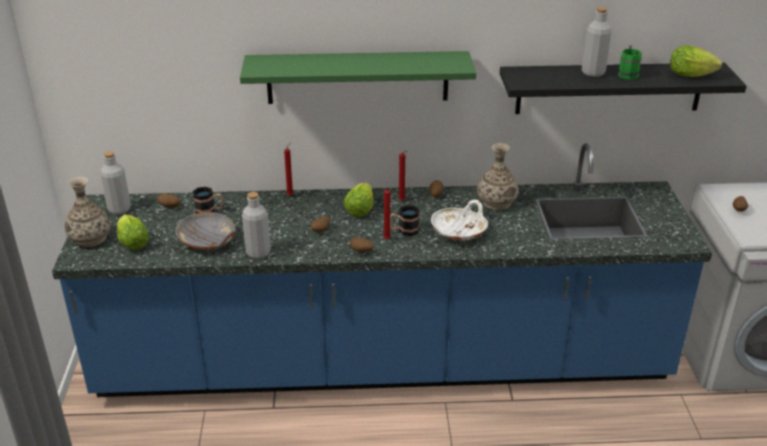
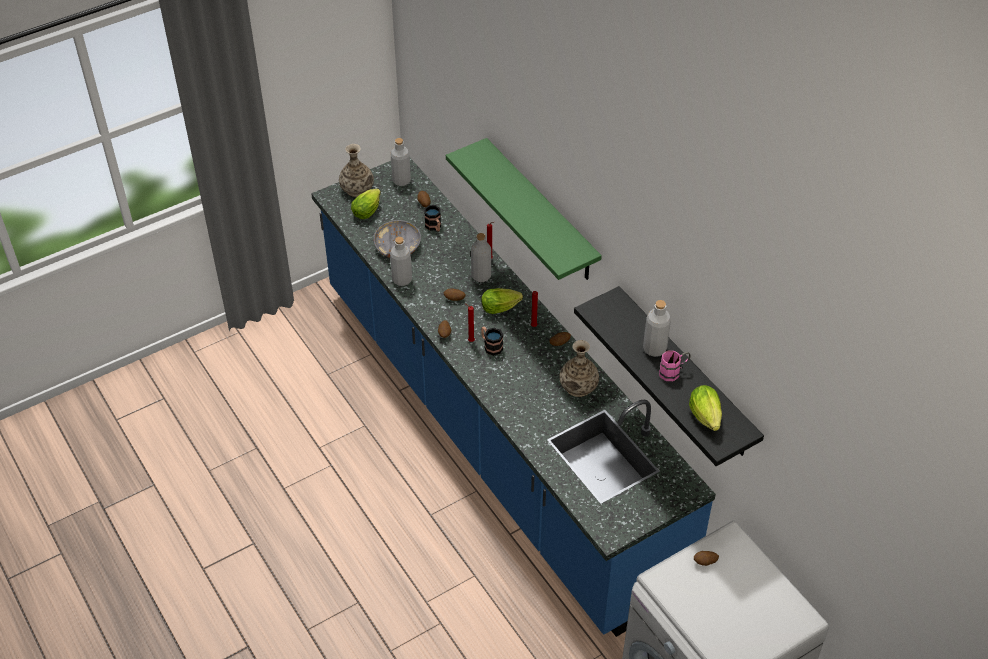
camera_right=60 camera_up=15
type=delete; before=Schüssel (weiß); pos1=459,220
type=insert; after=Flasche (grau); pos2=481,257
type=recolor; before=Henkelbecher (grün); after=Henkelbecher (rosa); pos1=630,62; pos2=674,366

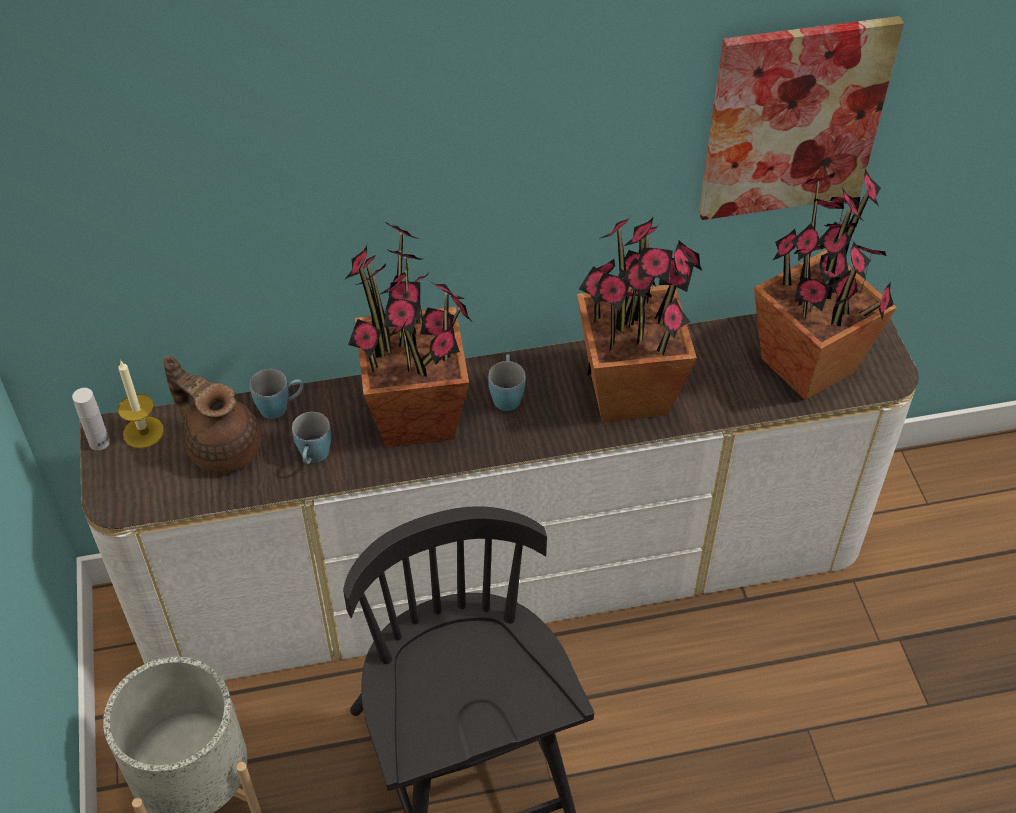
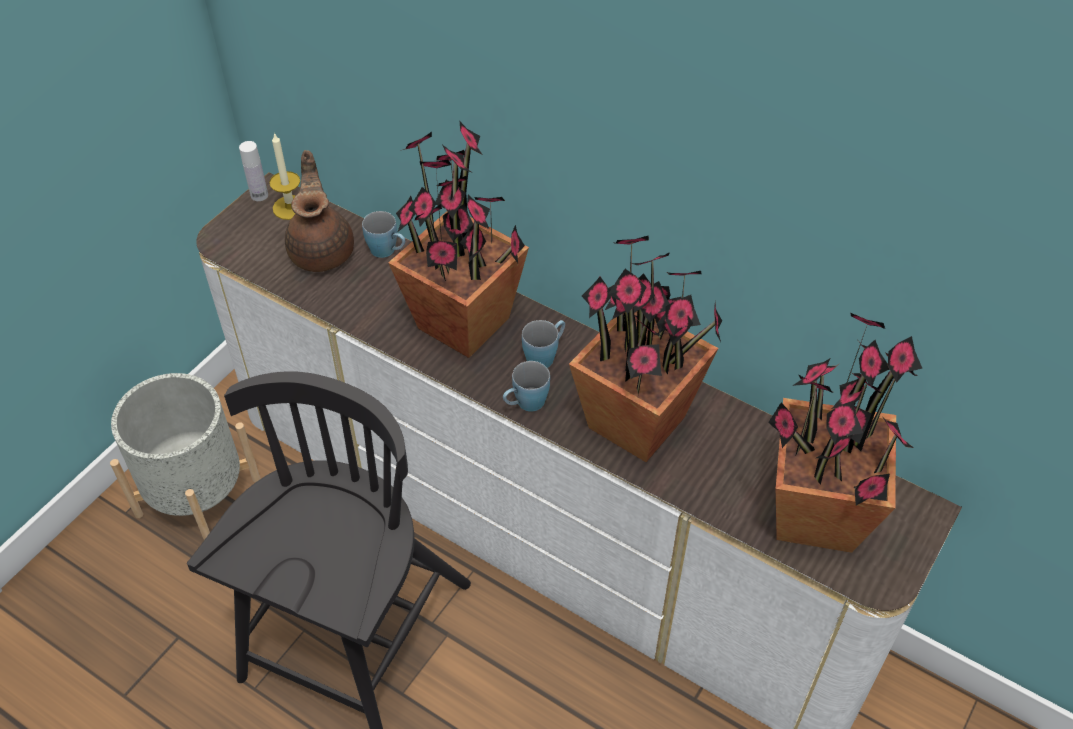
camera_right=45 camera_up=0
type=delete; before=Bild; pos1=801,118
type=move; before=Henkelbecher (blau); pos1=311,438; pos2=526,386

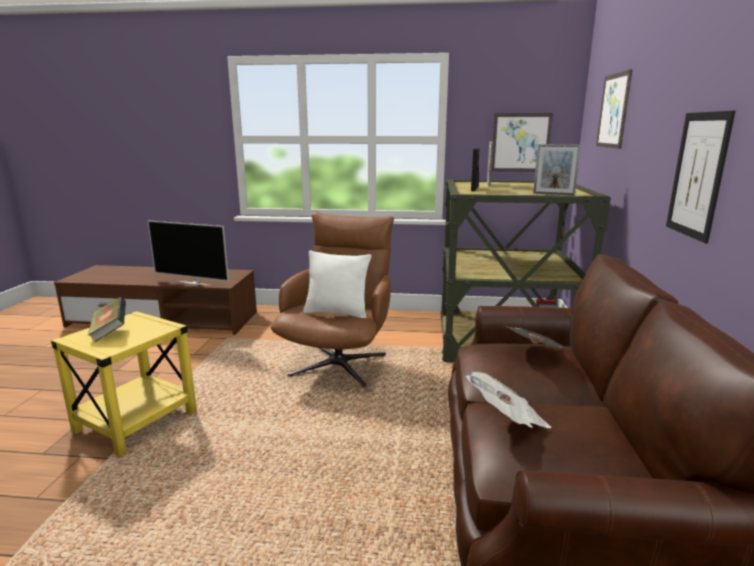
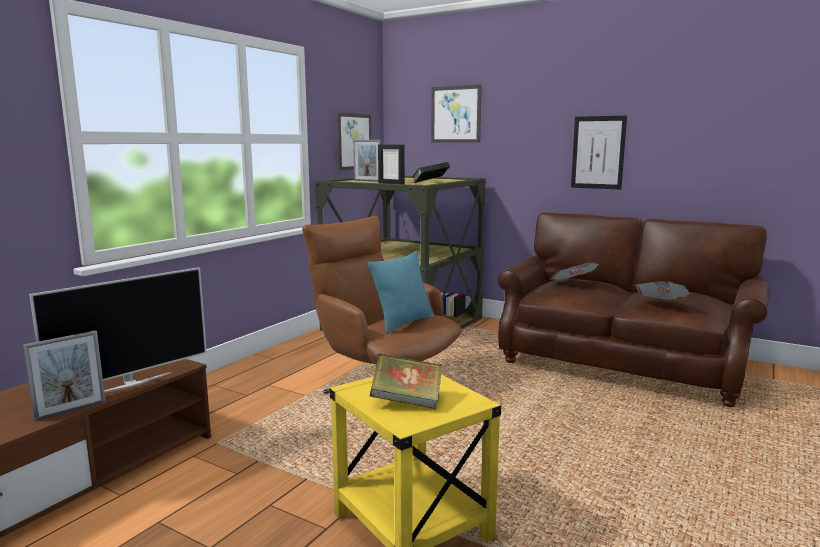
camera_right=-65 camera_up=-5
type=insert; after=Buch; pos2=431,172
type=move; before=Bilderrahmen; pos1=557,169; pos2=64,375
type=recolor; before=Kissen (weiß); after=Kissen (türkis); pos1=337,284; pos2=401,292

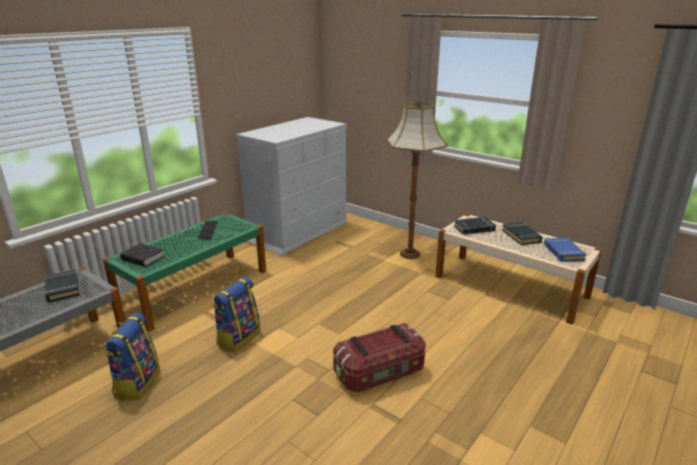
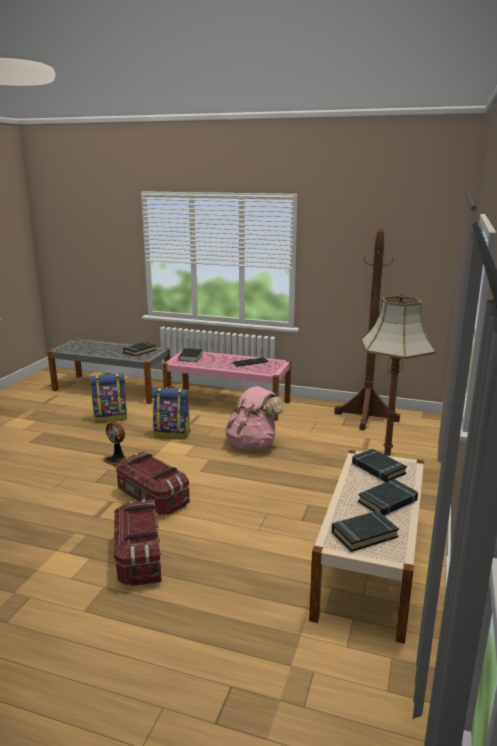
camera_right=70 camera_up=-5
type=insert; after=Ventilator; pos2=114,444
type=insert; after=Aufbewahrungsbox; pos2=137,542
type=insert; after=Rucksack (rosa); pos2=255,418
type=replace; before=Kommode (weiß); after=Kleiderständer (braun); pos1=292,187; pos2=367,330
type=recolor; before=Bank (grün); after=Bank (rosa); pos1=184,272; pos2=227,385
type=recolor; before=Buch (blau); after=Buch (schwarz); pos1=565,250; pos2=365,531

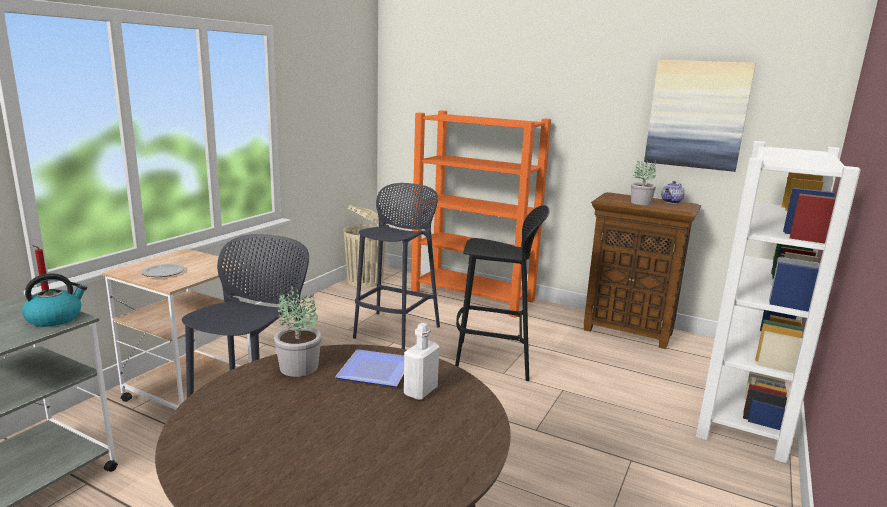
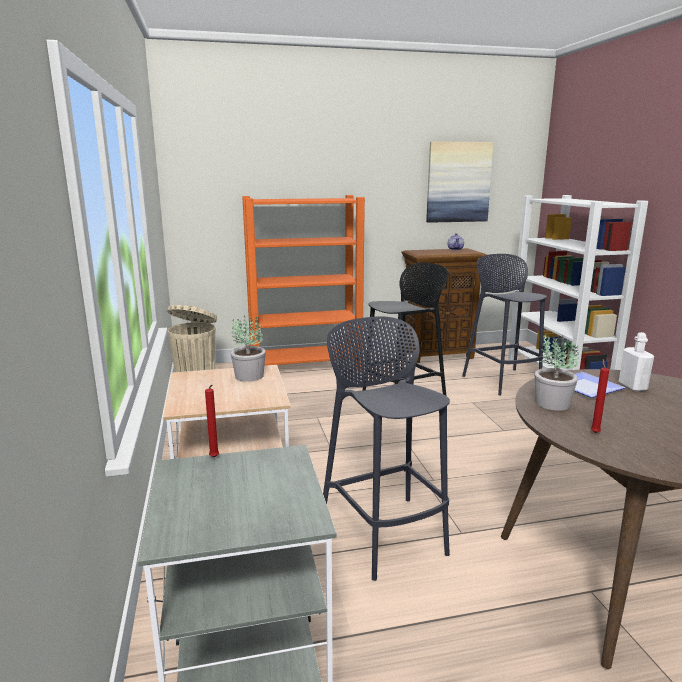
camera_right=-40 camera_up=0
type=delete; before=Wasserkessel; pos1=54,300
type=delete; before=Teller; pos1=163,270
type=insert; after=Kerze (rot); pos2=600,396
type=move; before=Hocker (grau); pos1=396,266; pos2=504,324
type=move; before=Topfpflanze; pos1=643,183; pos2=248,348

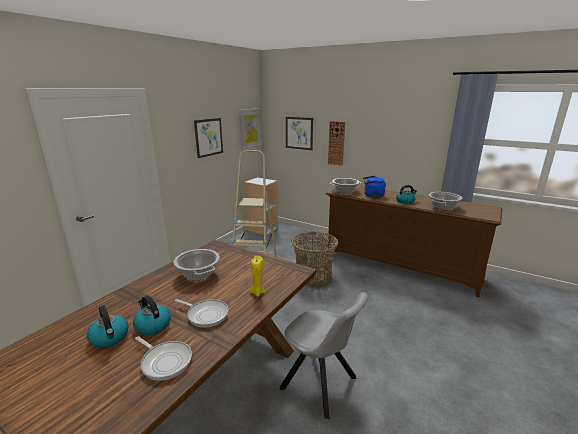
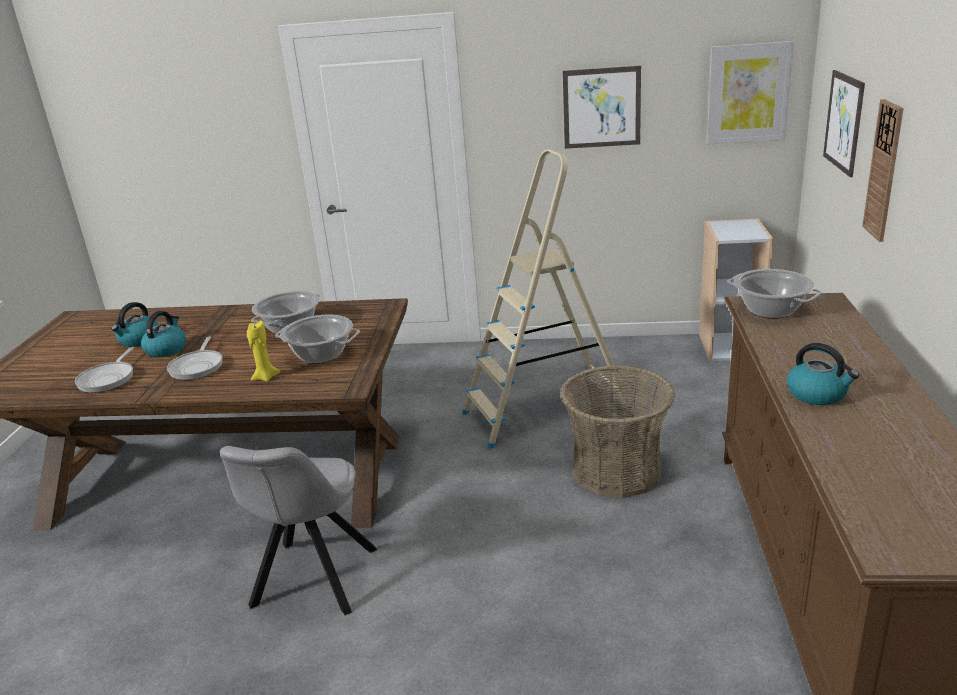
camera_right=65 camera_up=5
type=delete; before=Wasserkessel (blau); pos1=374,187
type=move; before=Kochtopf; pos1=446,201; pos2=317,339

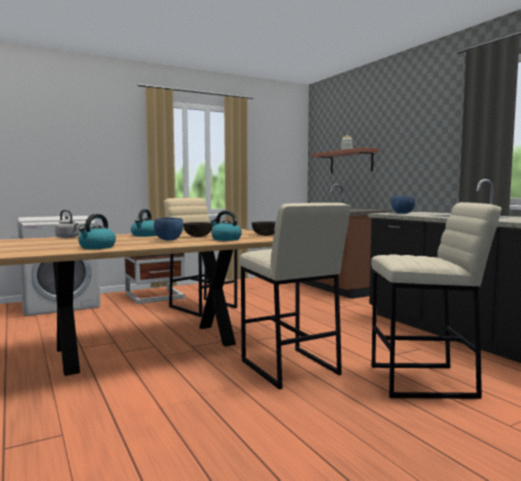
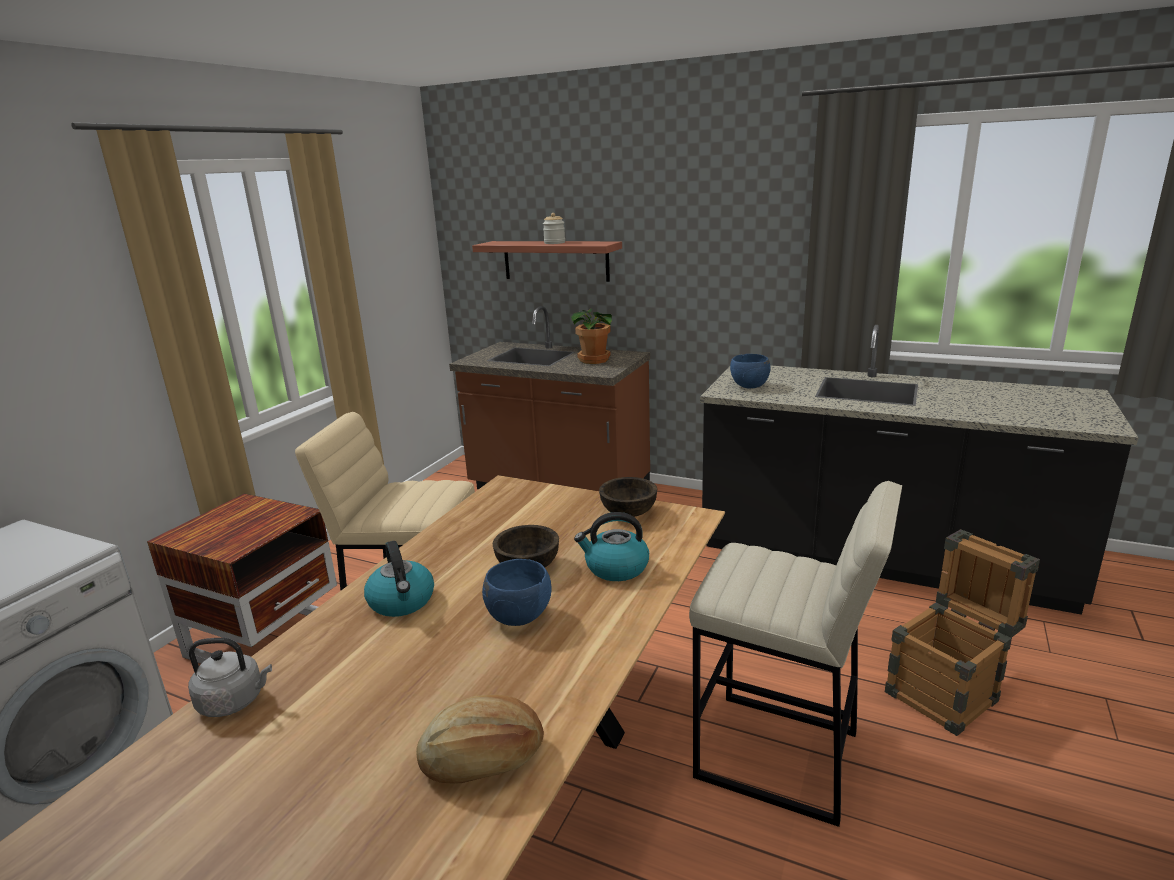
camera_right=-35 camera_up=15
type=insert; after=Topfpflanze; pos2=591,336
type=replace; before=Wasserkessel; after=Brot; pos1=97,231; pos2=480,739
type=replace; before=Hocker (beige); after=Kiste; pos1=436,300; pos2=962,632

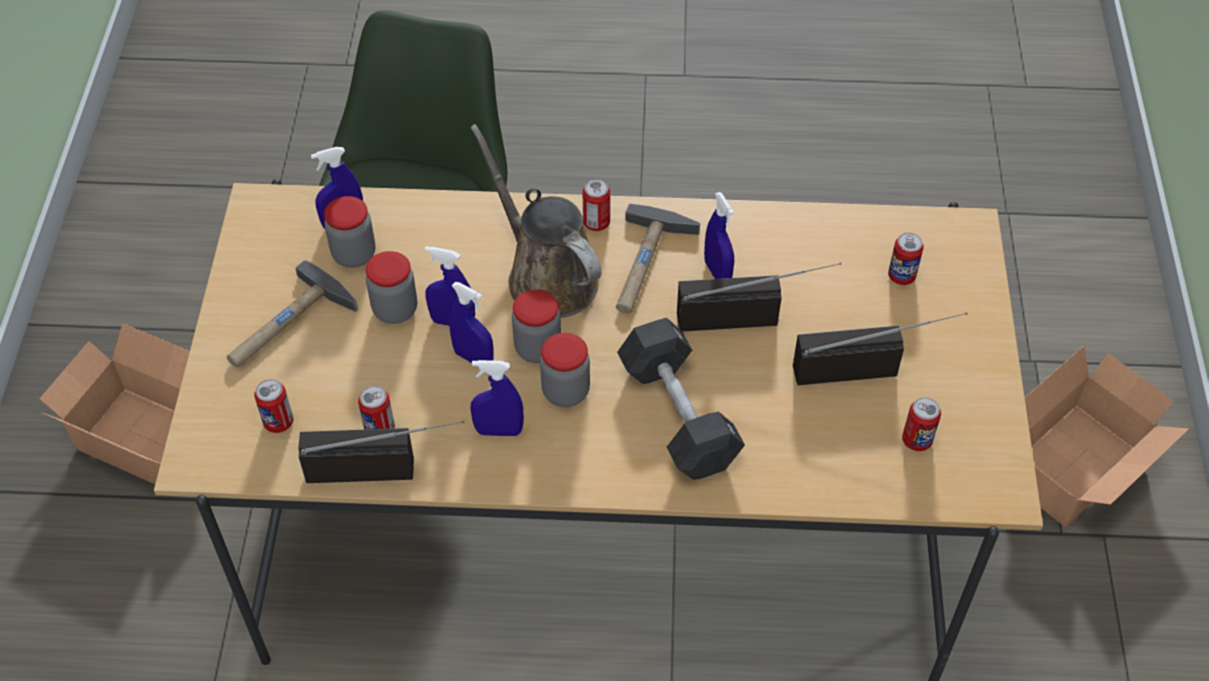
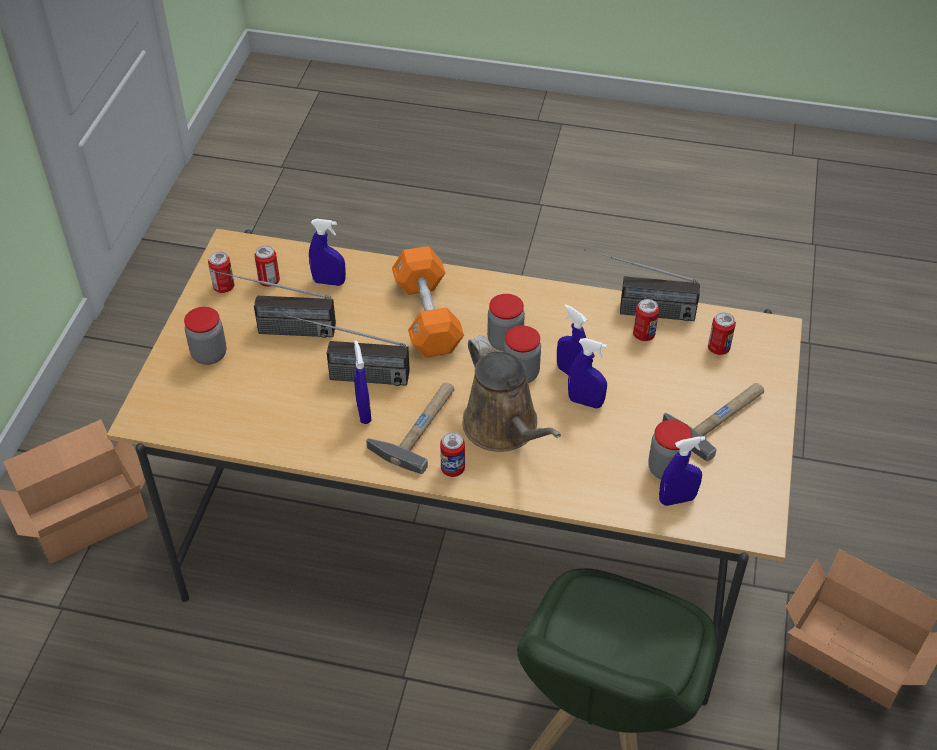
camera_right=-170 camera_up=-5
type=move; before=Vorratsglas; pos1=391,287; pos2=205,336
type=move; before=Sprühflasche (blau); pos1=497,398; pos2=327,252
type=move; before=Dose; pos1=906,259; pos2=221,272
type=recolor; before=Hantel (schwarz); after=Hantel (orange); pos1=681,399; pos2=428,302

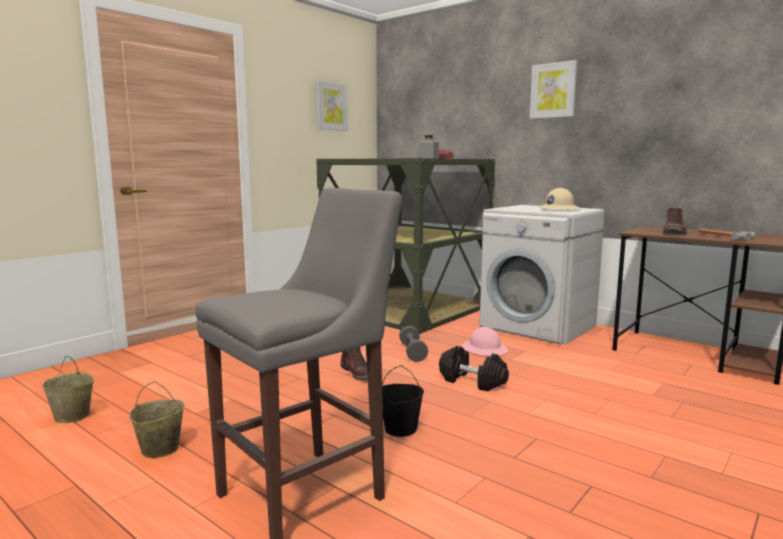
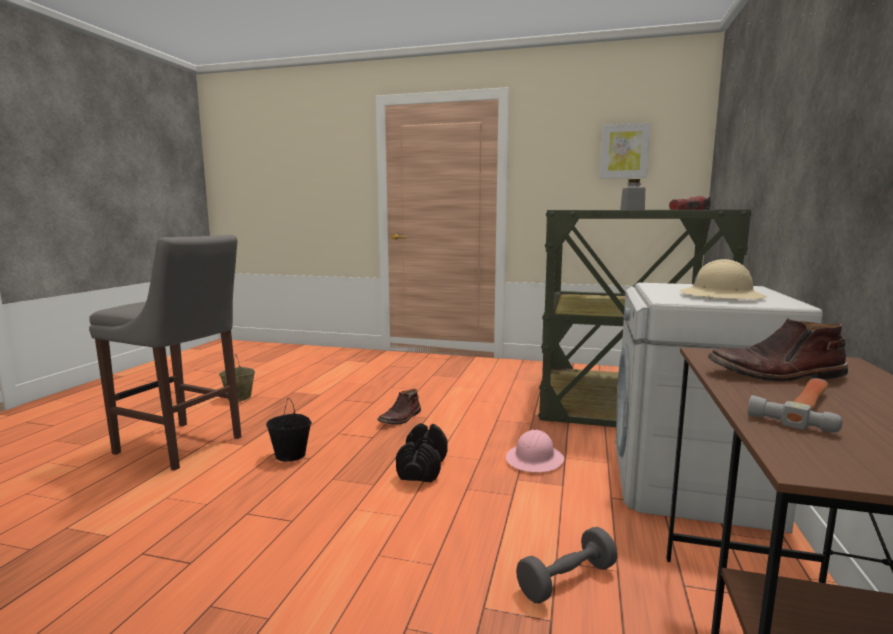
camera_right=65 camera_up=0
type=delete; before=Eimer (beige); pos1=68,389
type=delete; before=Bild; pos1=553,89
type=move; before=Hantel (grau); pos1=413,344; pos2=566,565

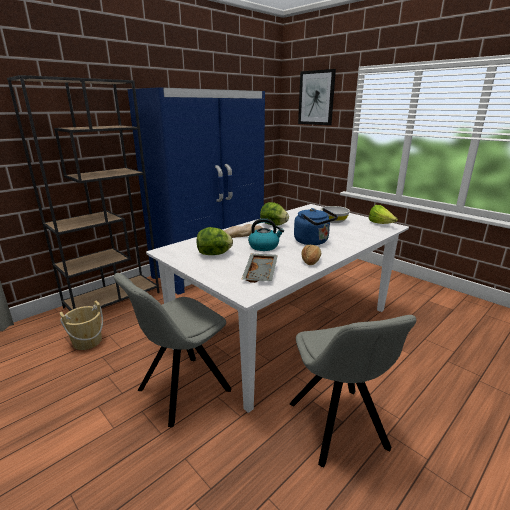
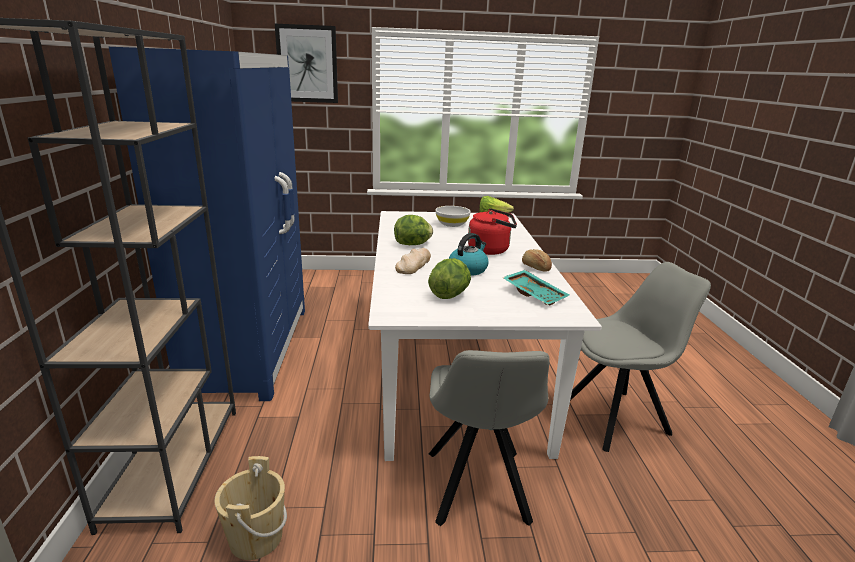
camera_right=-50 camera_up=0
type=recolor; before=Tablett (grau); after=Tablett (türkis); pos1=260,268; pos2=535,288
type=recolor; before=Wasserkessel (blau); after=Wasserkessel (rot); pos1=316,226; pos2=492,231
type=rotate; before=Stuhl (grau); pos1=353,391; pos2=640,357; turn=-45

